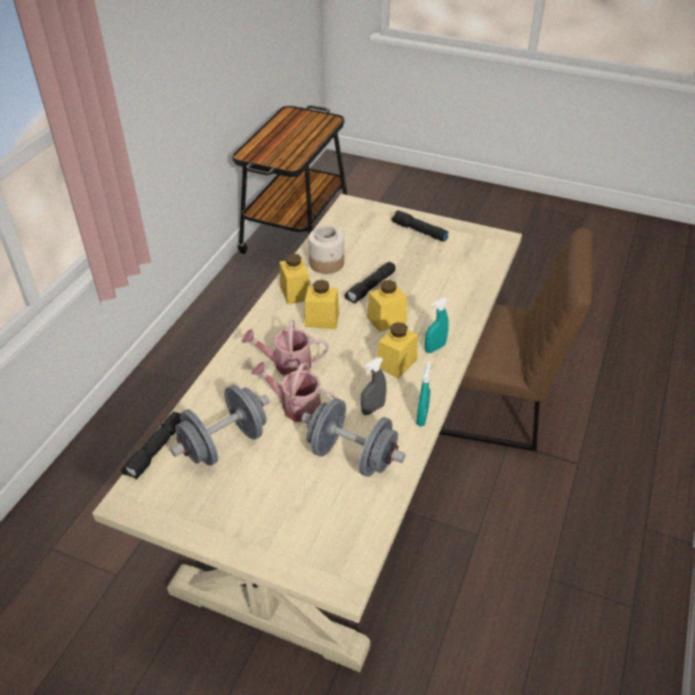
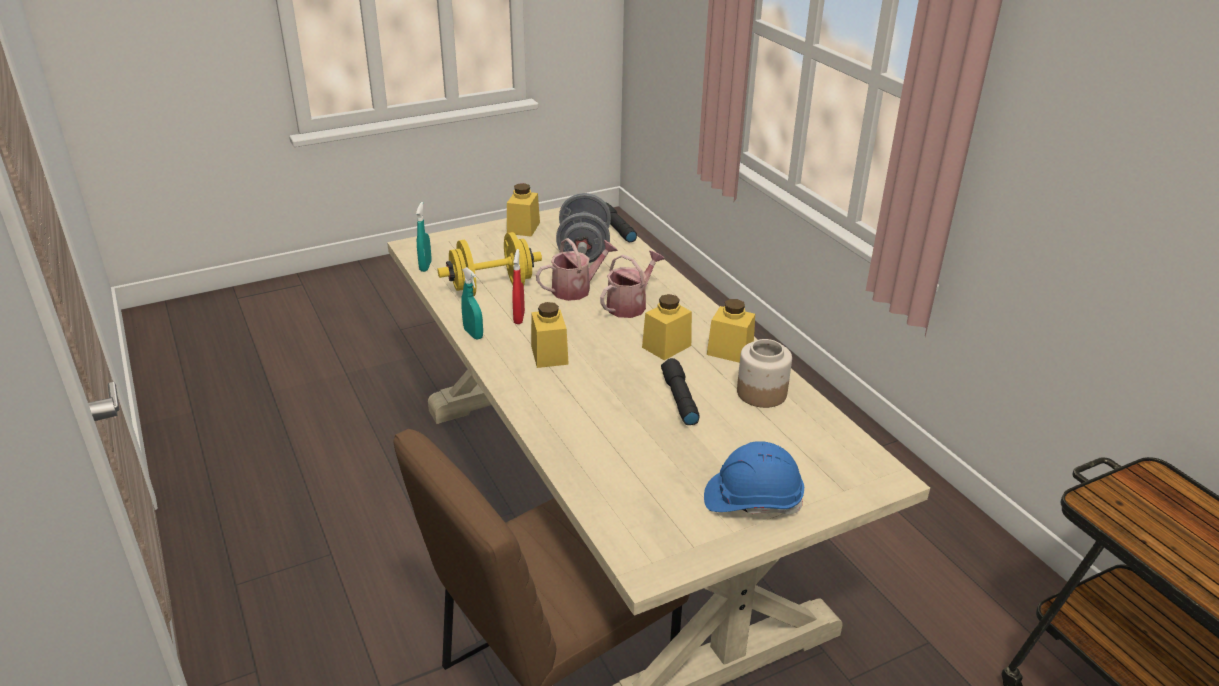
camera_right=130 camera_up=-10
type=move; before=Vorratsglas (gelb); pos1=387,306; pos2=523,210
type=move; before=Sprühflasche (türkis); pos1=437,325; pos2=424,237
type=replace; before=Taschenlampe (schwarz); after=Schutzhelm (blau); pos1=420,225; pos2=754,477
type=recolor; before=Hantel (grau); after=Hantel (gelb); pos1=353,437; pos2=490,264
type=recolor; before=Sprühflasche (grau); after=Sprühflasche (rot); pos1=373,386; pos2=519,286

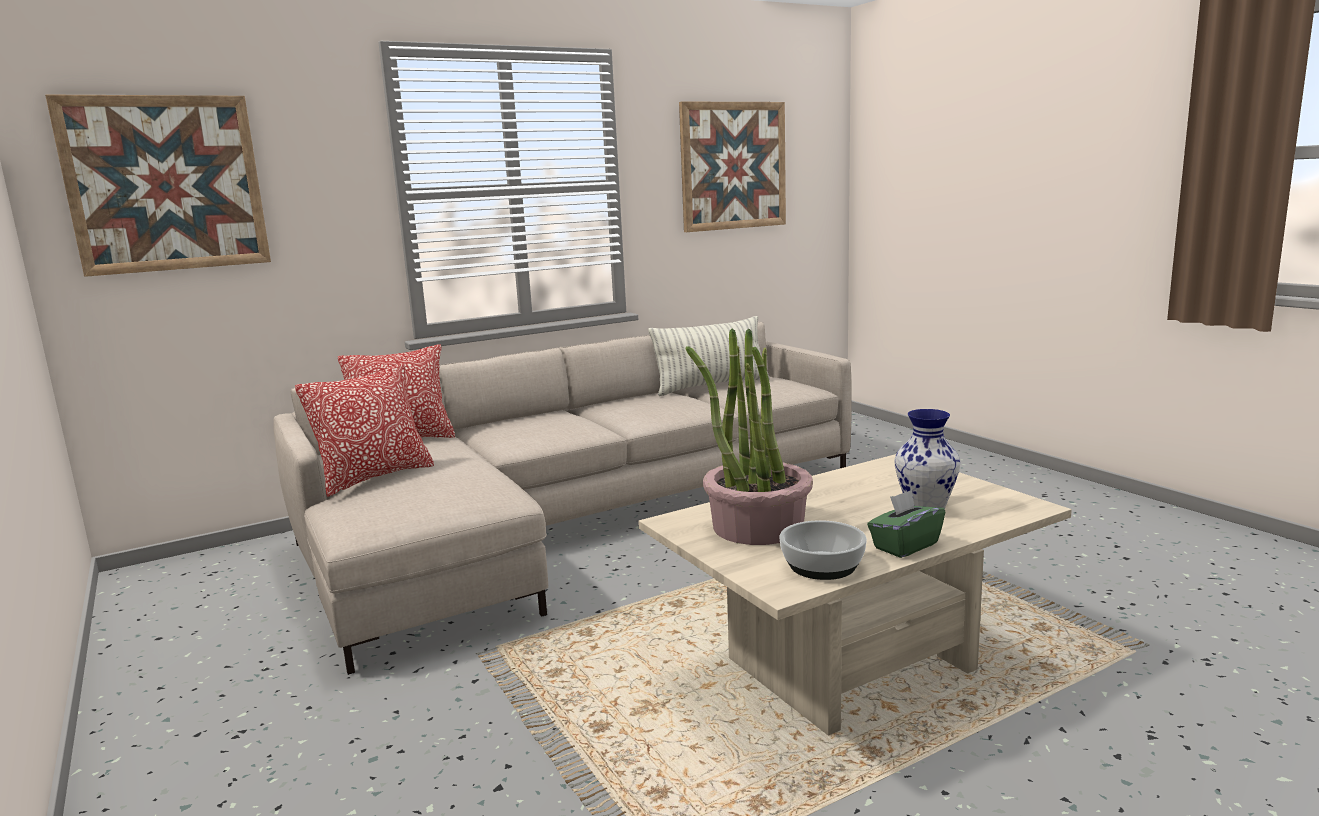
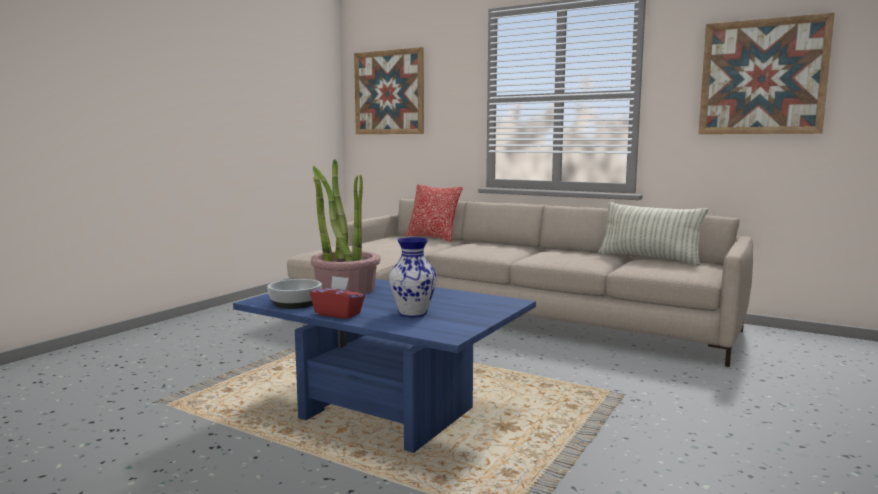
camera_right=60 camera_up=-5
type=delete; before=Kissen; pos1=364,430
type=recolor; before=Couchtisch (beige); after=Couchtisch (blau); pos1=855,595; pos2=384,366
type=recolor; before=Taschentuchbox (grün); after=Taschentuchbox (rot); pos1=906,524; pos2=337,297

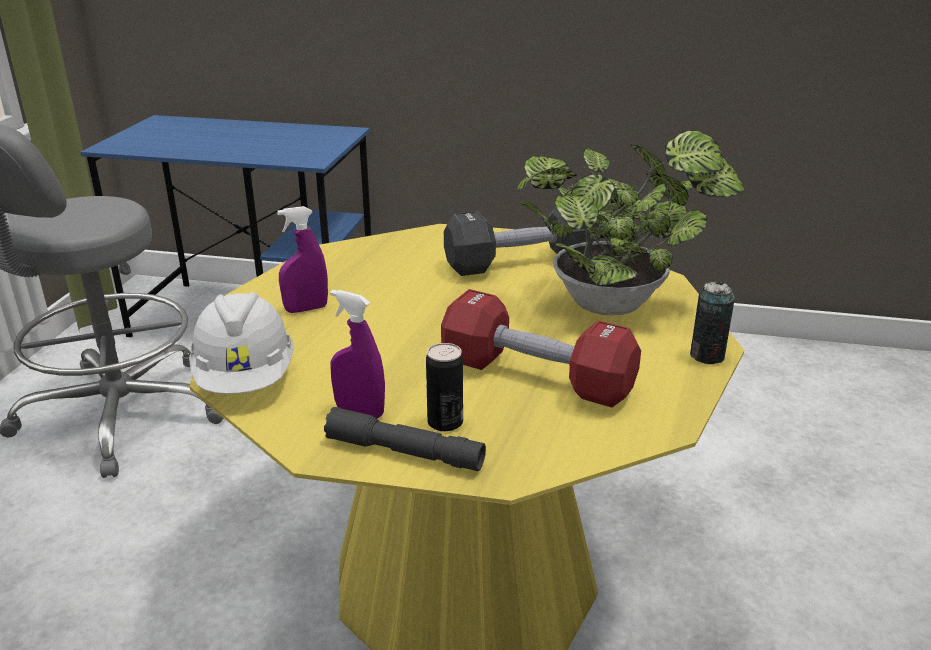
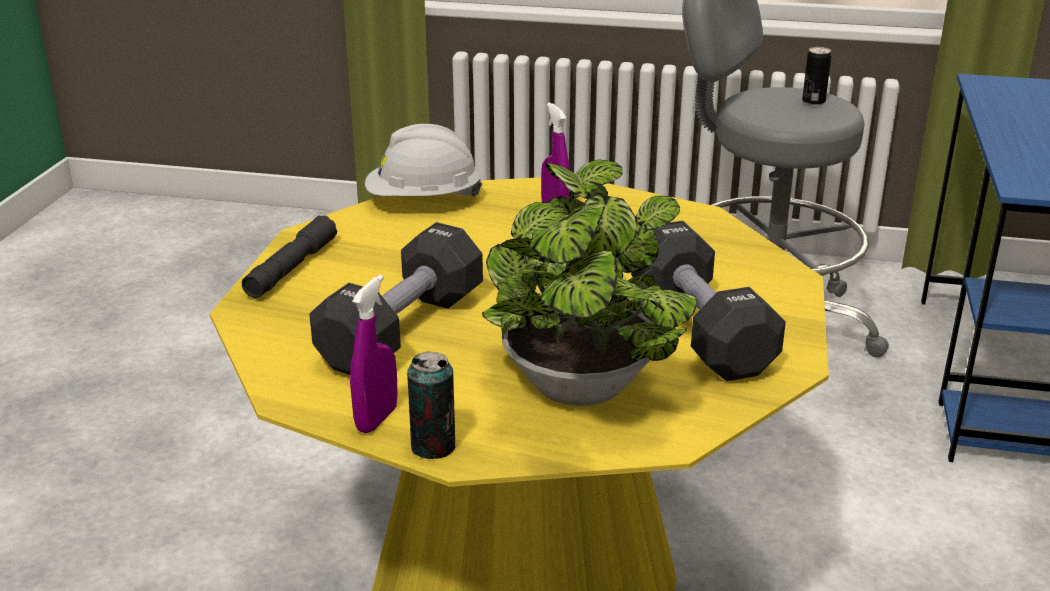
camera_right=90 camera_up=0
type=move; before=Sprühflasche (lila); pos1=357,354; pos2=374,354
type=move; before=Dose; pos1=444,387; pos2=816,76
type=recolor; before=Hantel (rot); after=Hantel (schwarz); pos1=541,348; pos2=396,298

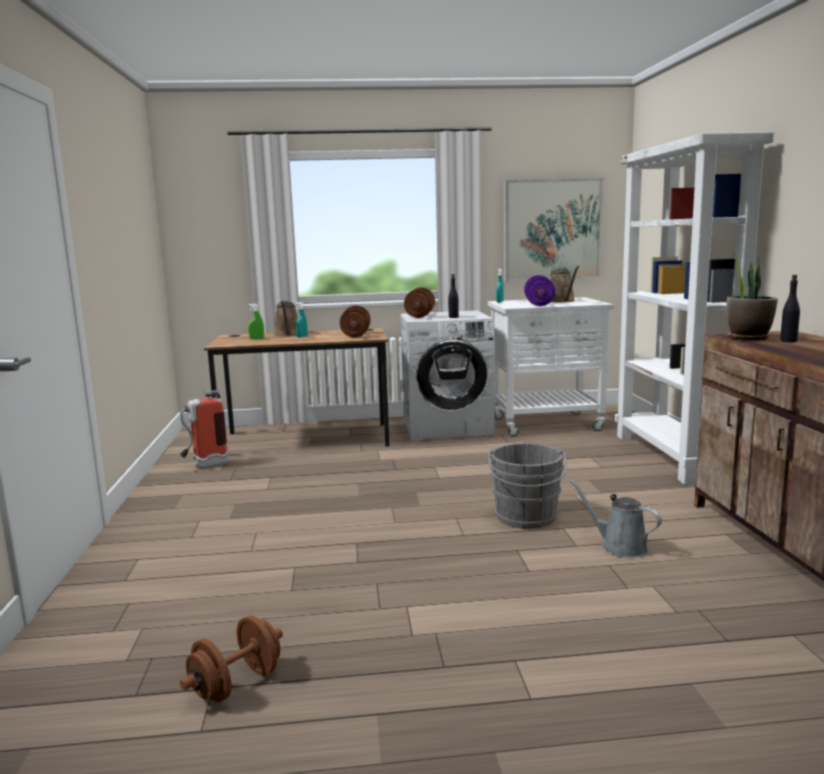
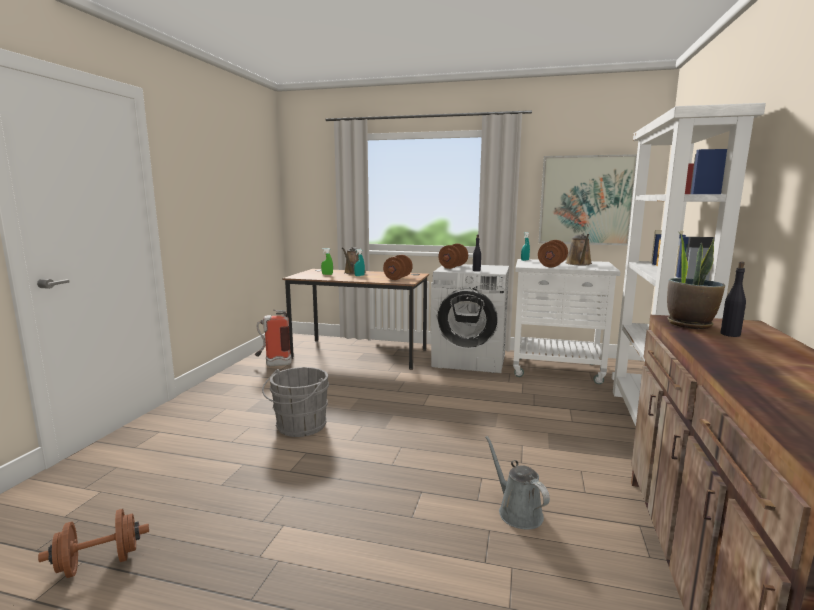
camera_right=20 camera_up=0
type=move; before=Eimer (grau); pos1=528,486; pos2=295,402
type=recolor; before=Hantel (lila); after=Hantel (braun); pos1=539,290; pos2=553,253

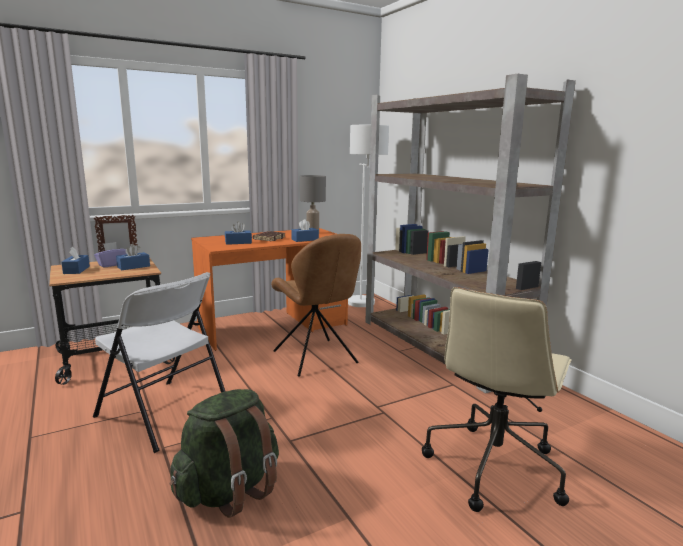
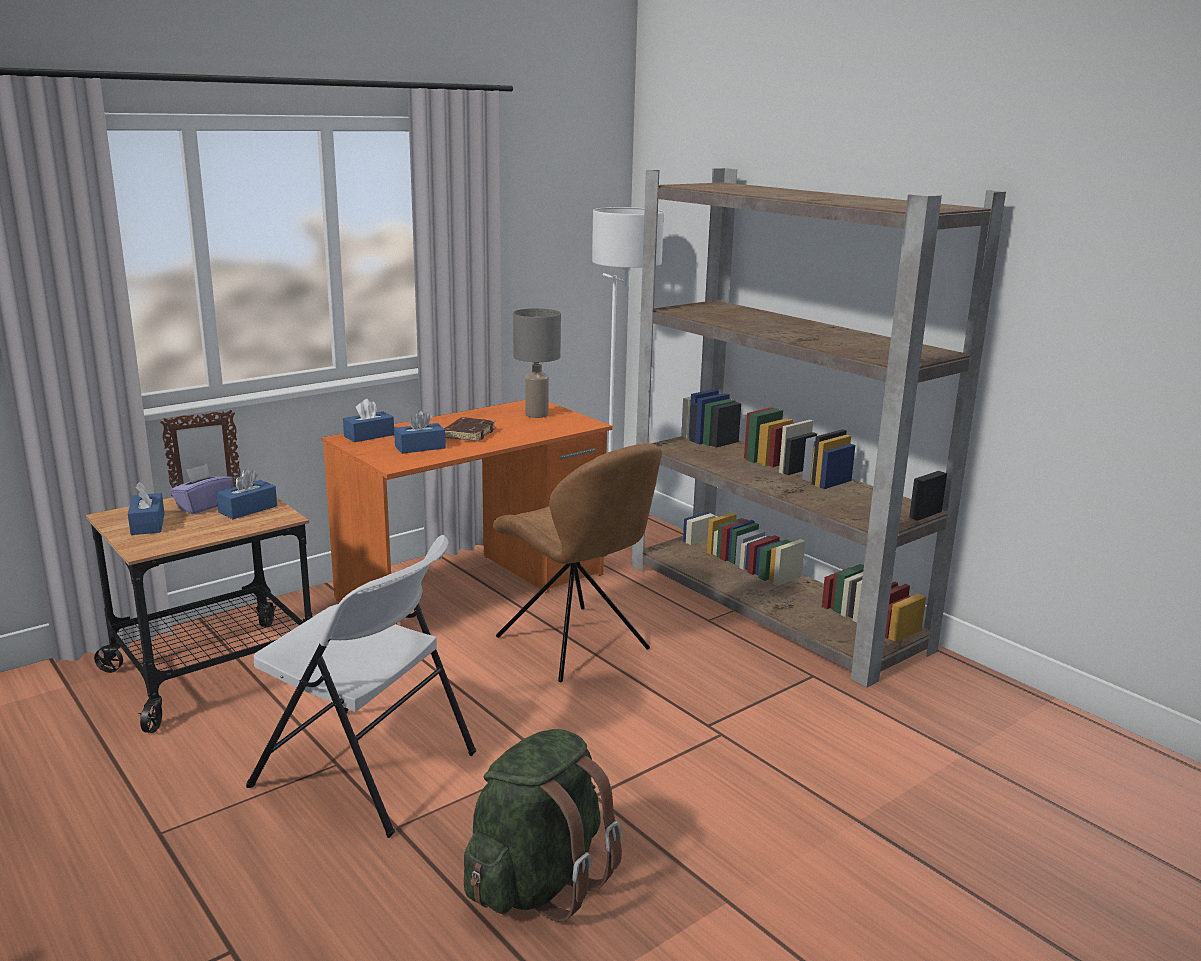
camera_right=-10 camera_up=5
type=delete; before=Bürostuhl (beige); pos1=497,399
type=move; before=Taschentuchbox (blau); pos1=305,230; pos2=368,420

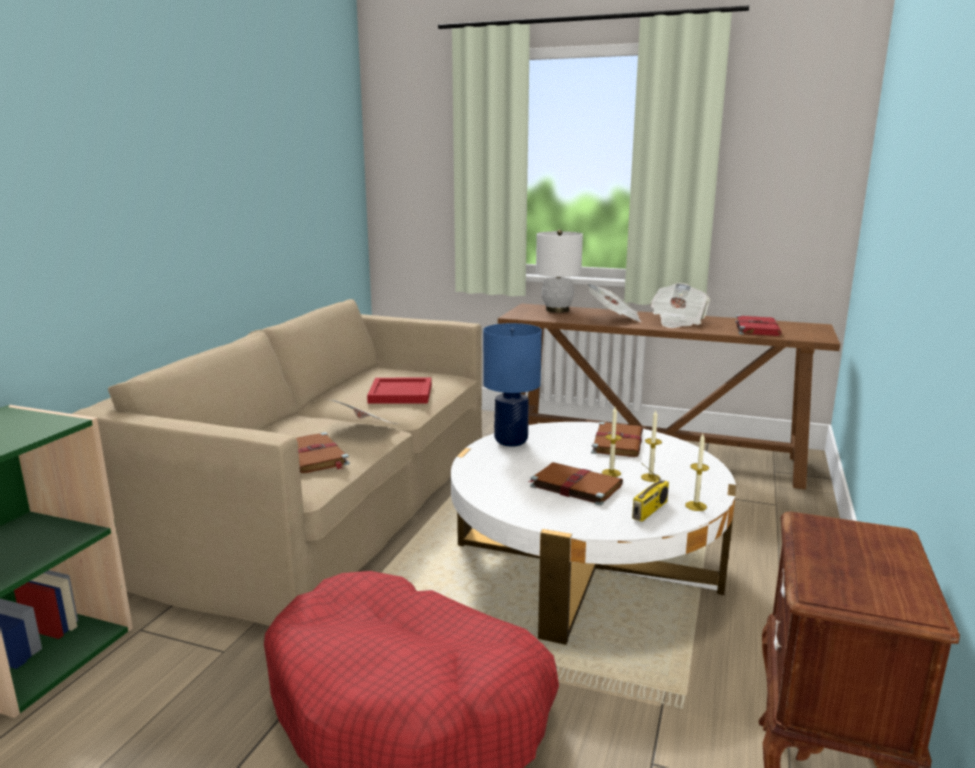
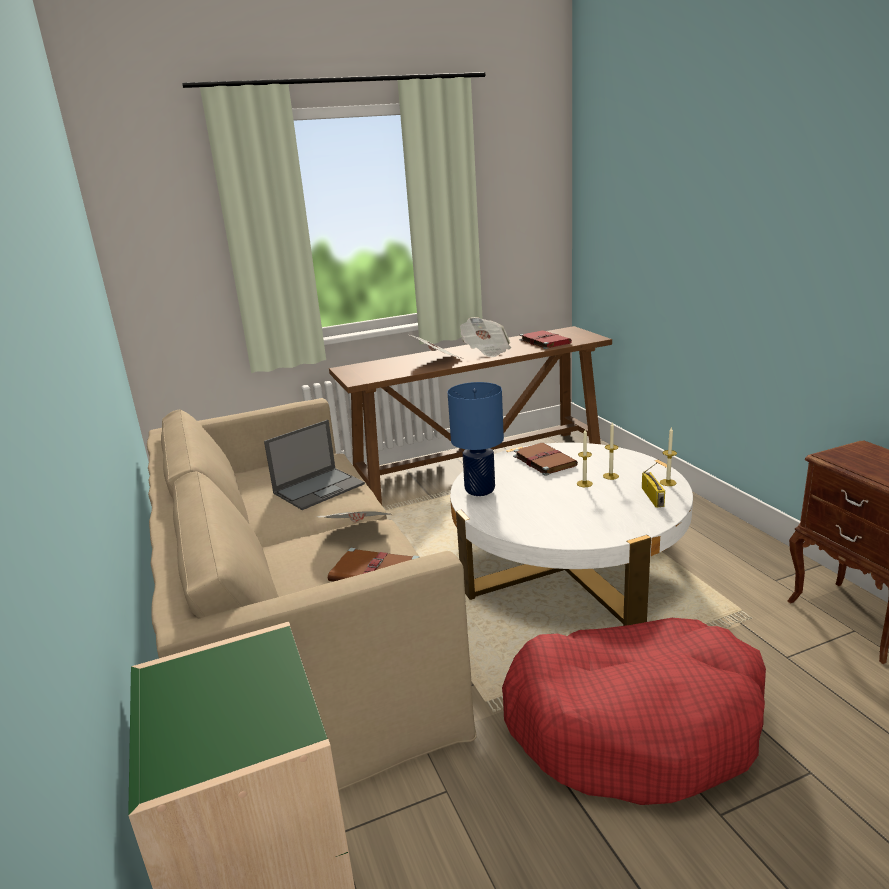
camera_right=-40 camera_up=5
type=delete; before=Buch (braun); pos1=575,484
type=delete; before=Tischlampe (weiß); pos1=559,271
type=replace; before=Tablett (rot); after=Laptop; pos1=399,391; pos2=314,465

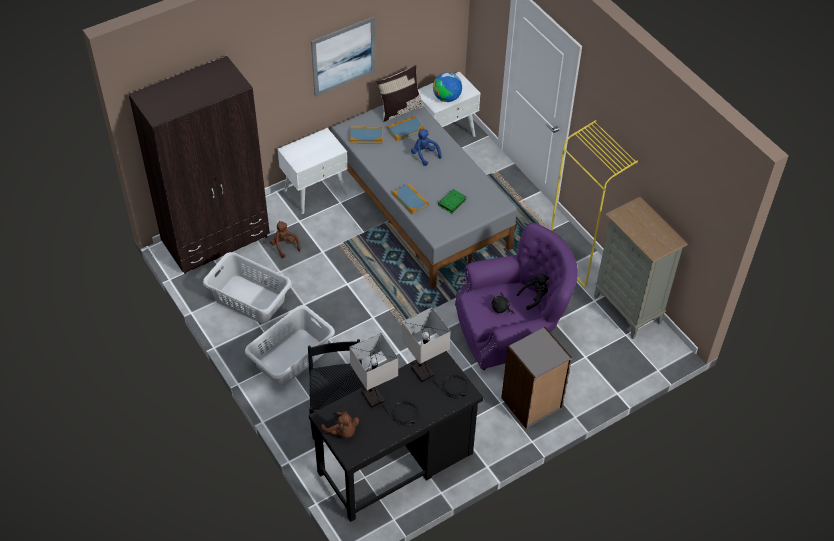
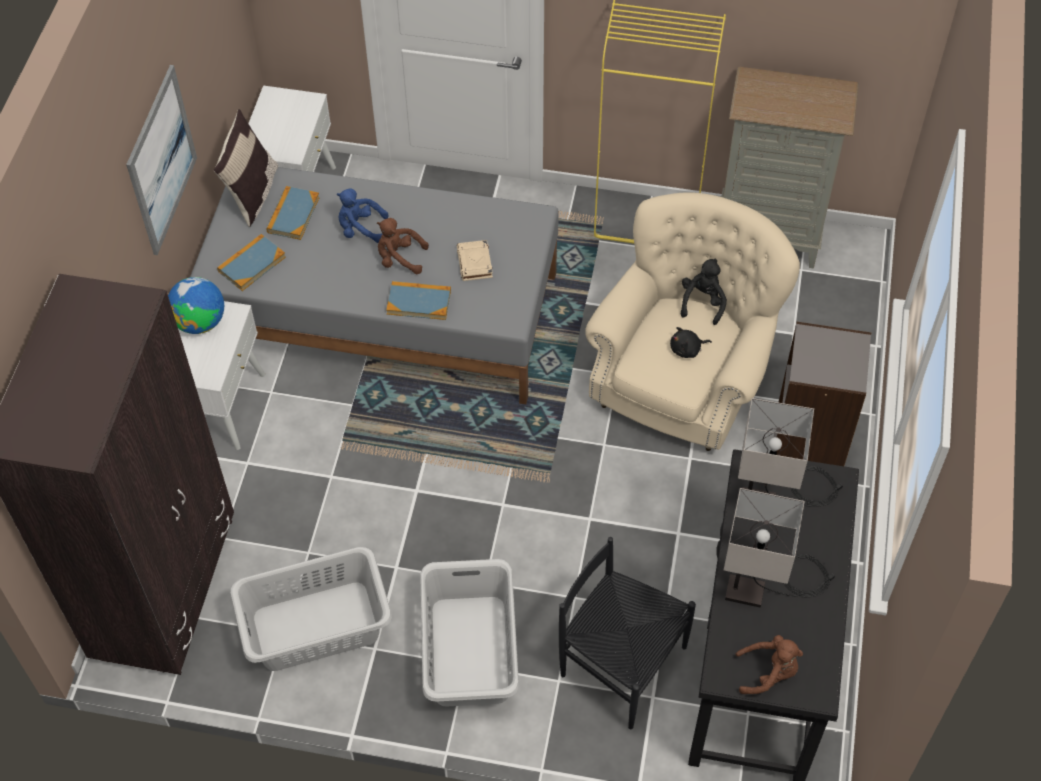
camera_right=-45 camera_up=5
type=move; before=Plüschtier (braun); pos1=285,239; pos2=403,246
type=move; before=Globus; pos1=447,87; pos2=196,305
type=recolor; before=Buch (grün); after=Buch (beige); pos1=452,201; pos2=475,260
type=recolor; before=Sessel (lila); after=Sessel (beige); pos1=516,296; pos2=692,321

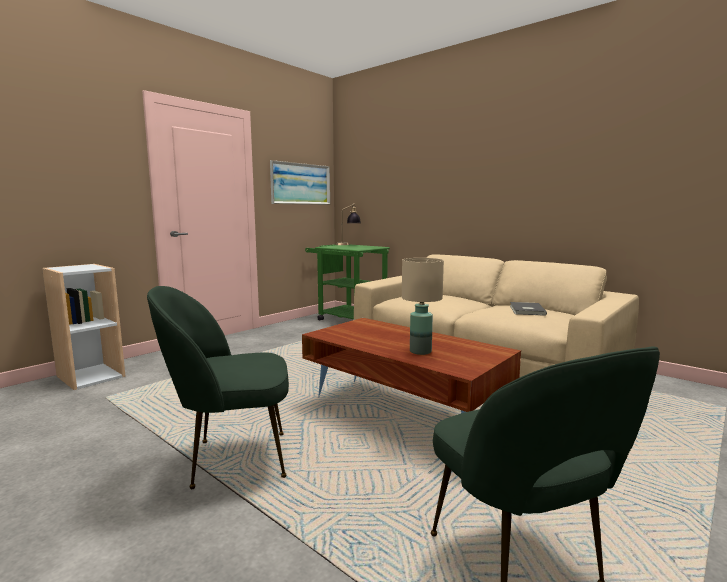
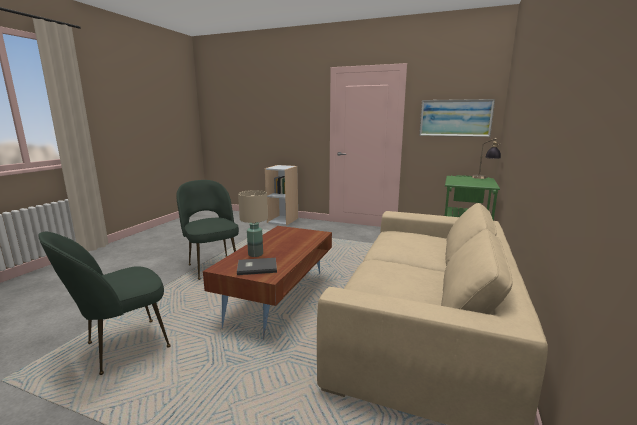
camera_right=70 camera_up=5
type=move; before=Buch (grau); pos1=528,309; pos2=257,266

